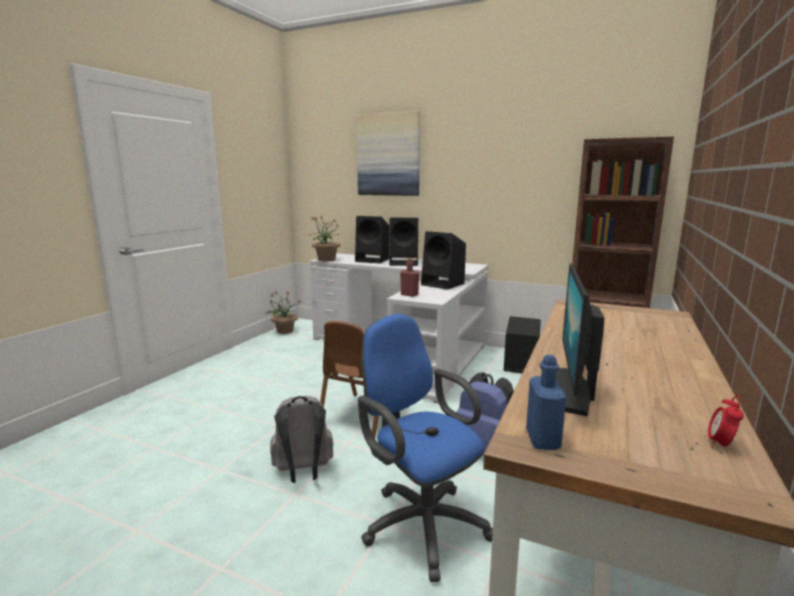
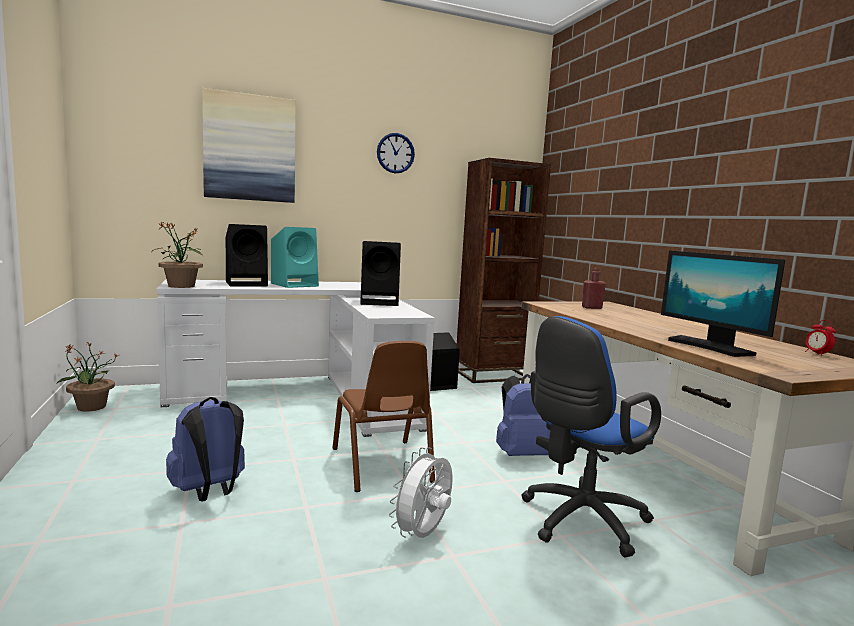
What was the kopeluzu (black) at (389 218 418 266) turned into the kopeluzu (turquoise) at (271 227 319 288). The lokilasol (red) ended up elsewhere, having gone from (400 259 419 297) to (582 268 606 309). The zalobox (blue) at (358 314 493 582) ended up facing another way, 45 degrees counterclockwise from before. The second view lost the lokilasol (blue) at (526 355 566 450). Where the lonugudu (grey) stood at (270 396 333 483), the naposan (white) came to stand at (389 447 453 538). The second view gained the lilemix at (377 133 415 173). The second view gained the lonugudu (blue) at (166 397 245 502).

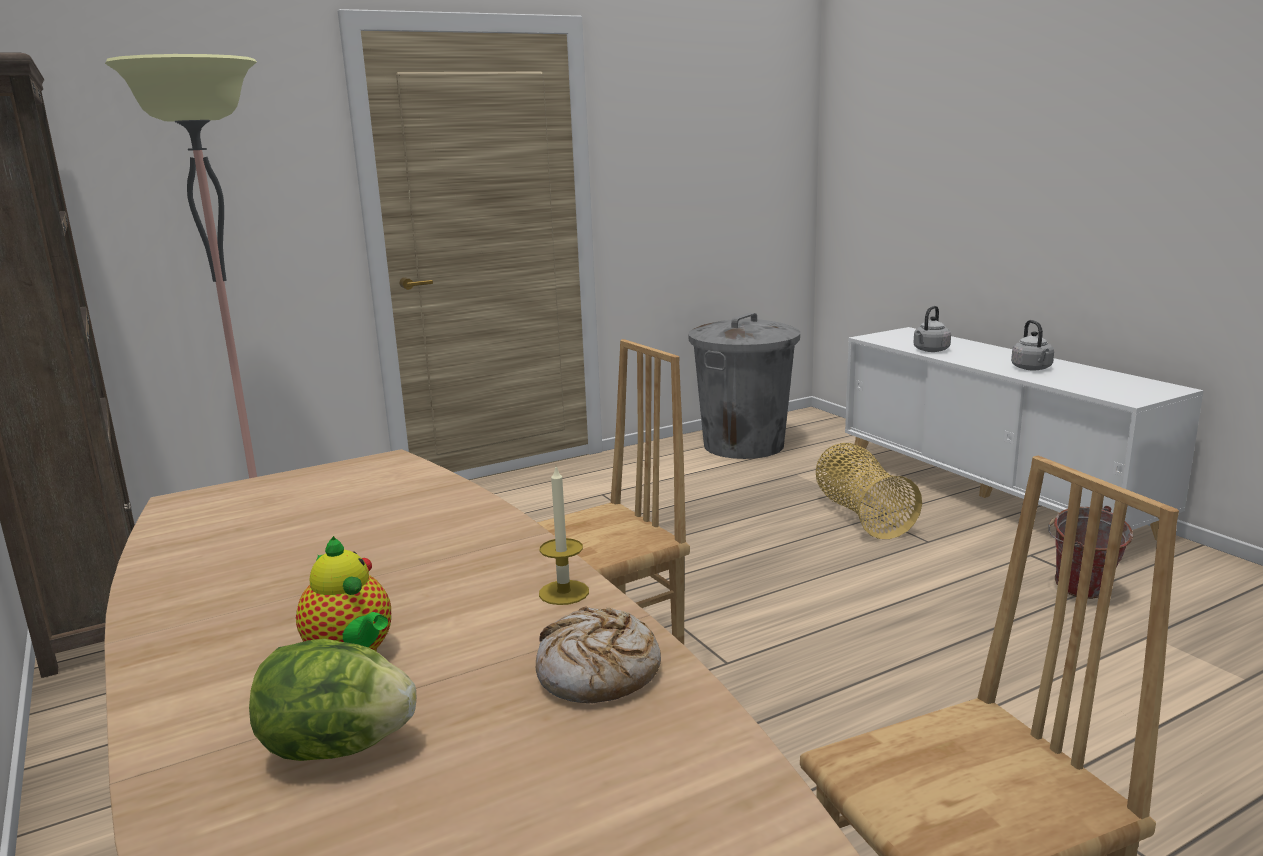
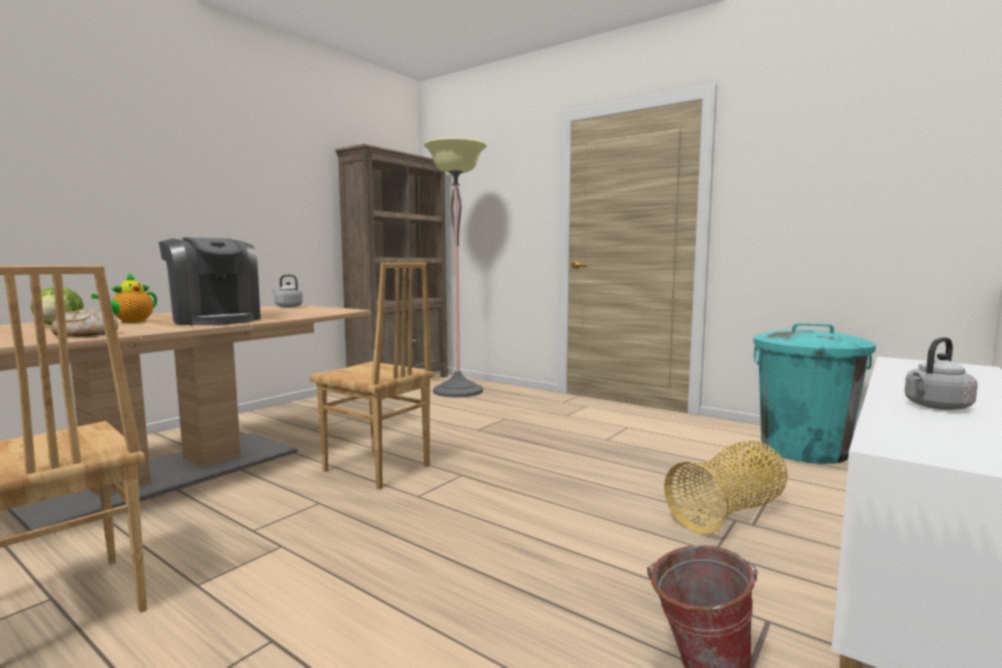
The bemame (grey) ended up elsewhere, having gone from (913 306 951 352) to (272 274 303 308). What was the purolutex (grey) at (688 313 800 459) turned into the purolutex (turquoise) at (753 323 876 464). The second view lost the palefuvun at (539 467 589 605). The second view gained the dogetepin at (159 237 261 325).

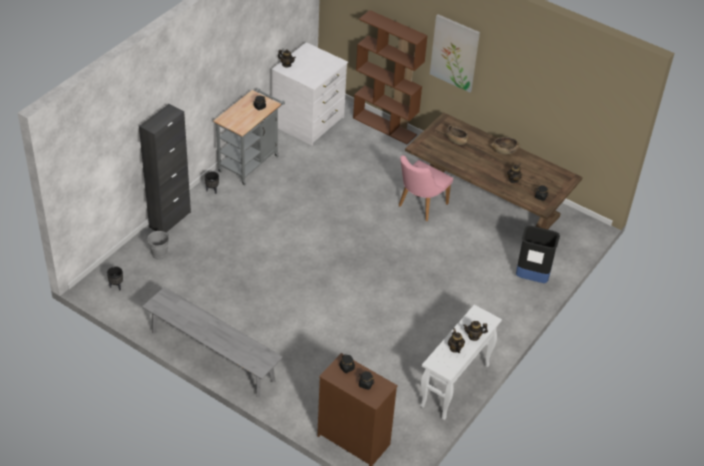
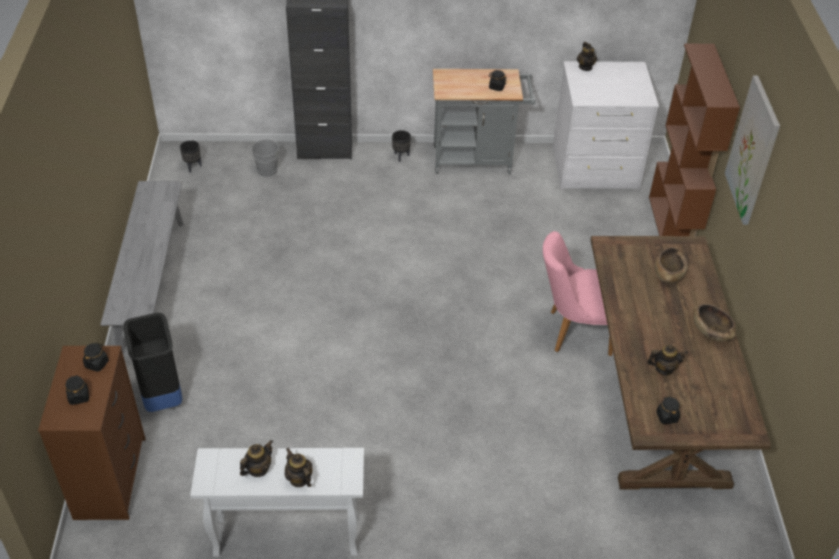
The purolutex (black) ended up elsewhere, having gone from (516 226 560 283) to (123 313 182 412).

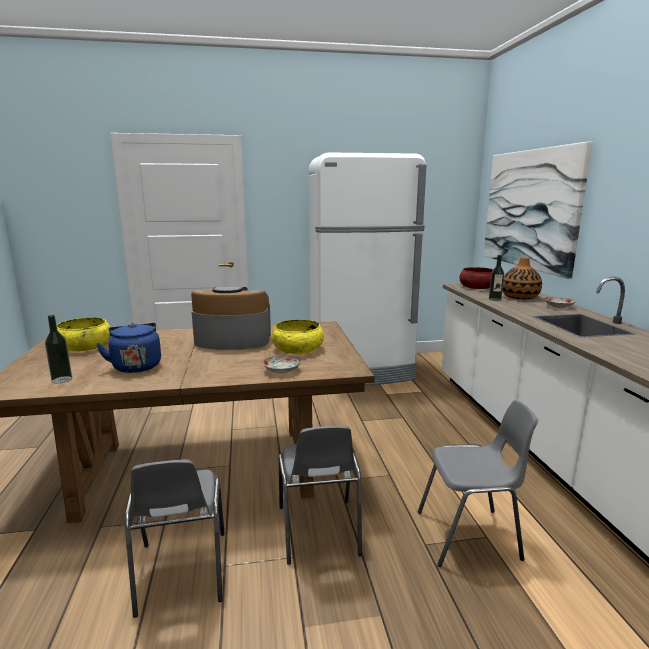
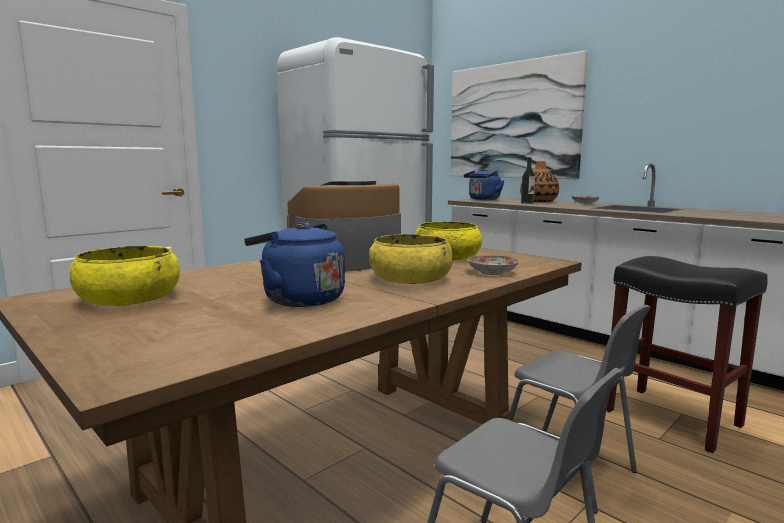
Where the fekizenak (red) stood at (459 267 493 289), the bemame (blue) came to stand at (464 169 504 200). The second view lost the lokilasol at (45 315 72 383). Where the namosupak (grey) stood at (418 400 538 567), the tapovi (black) came to stand at (606 256 768 453). The second view gained the fekizenak (yellow) at (369 234 453 284).

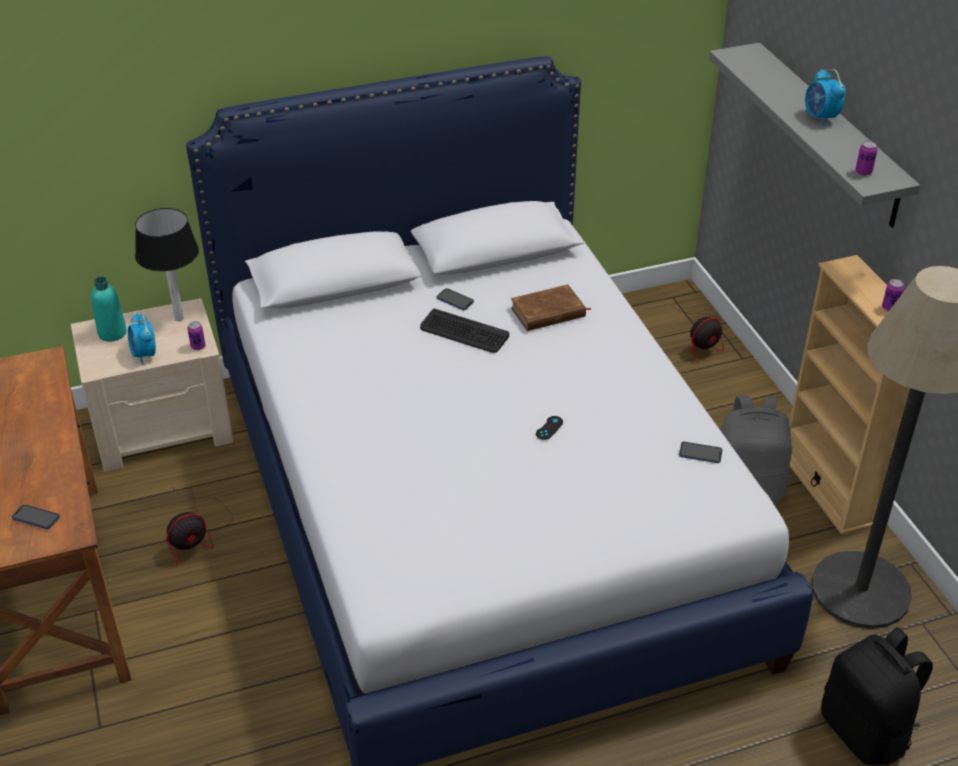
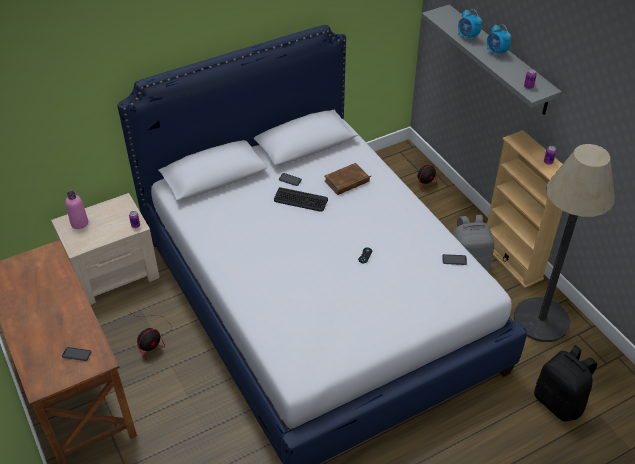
The second view lost the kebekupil at (135 208 199 321). What was the lokilasol (turquoise) at (91 277 127 342) turned into the lokilasol (pink) at (66 191 88 229). The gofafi ended up elsewhere, having gone from (128 312 156 365) to (458 9 482 42).

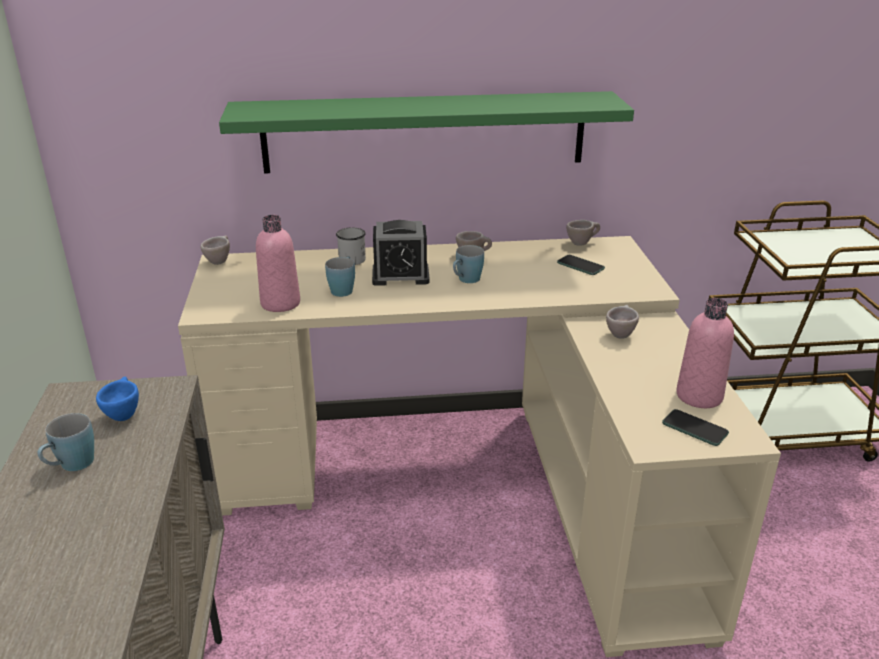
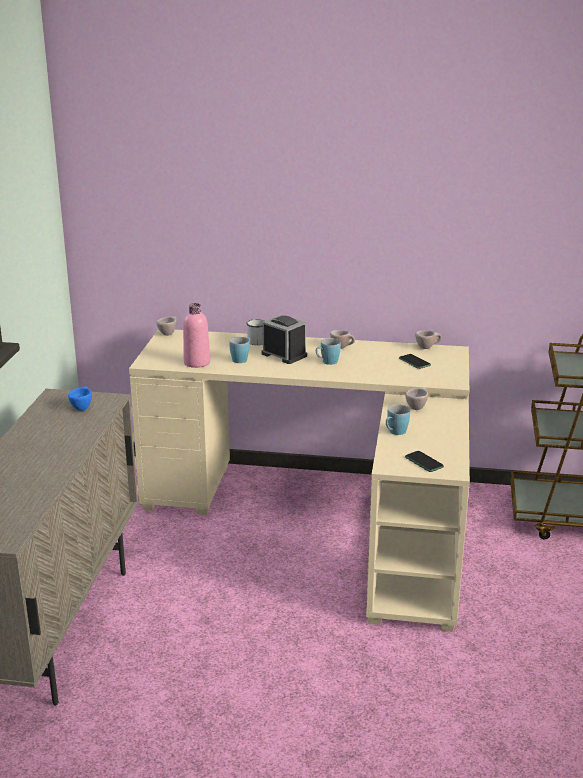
The second view lost the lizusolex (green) at (219 91 634 174). The gofafi at (372 220 430 286) ended up facing another way, 150 degrees counterclockwise from before. The second view lost the lokilasol (pink) at (676 298 734 408). The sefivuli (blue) ended up elsewhere, having gone from (37 413 94 471) to (386 405 410 435).

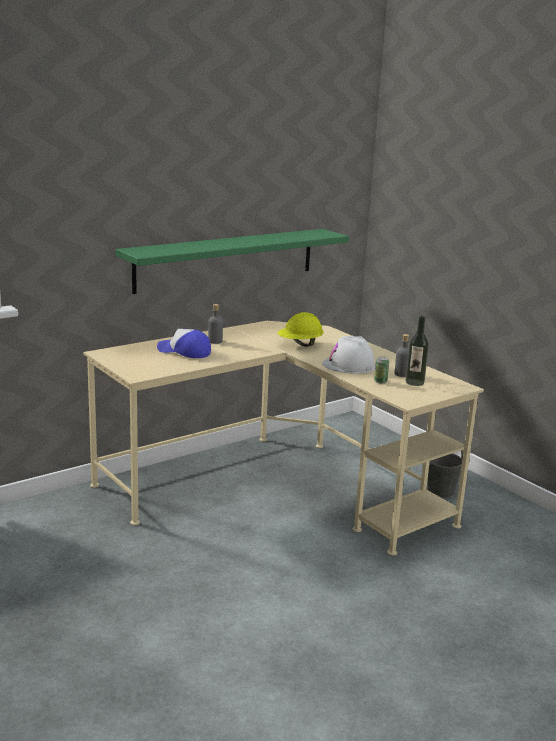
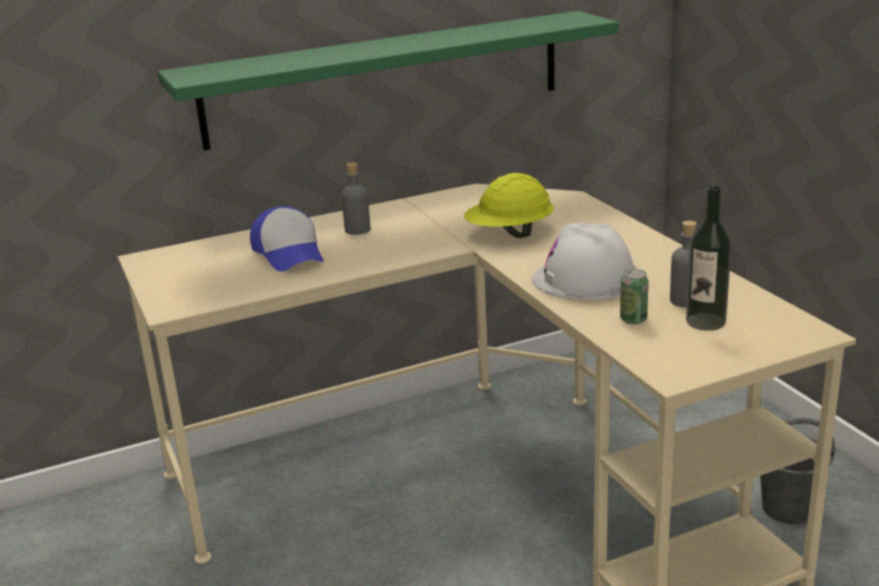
The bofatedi at (157 329 211 358) ended up facing another way, 150 degrees counterclockwise from before.

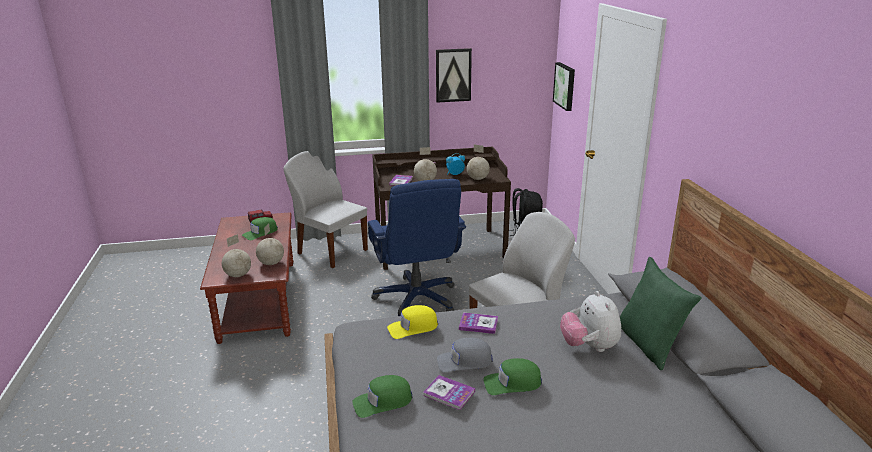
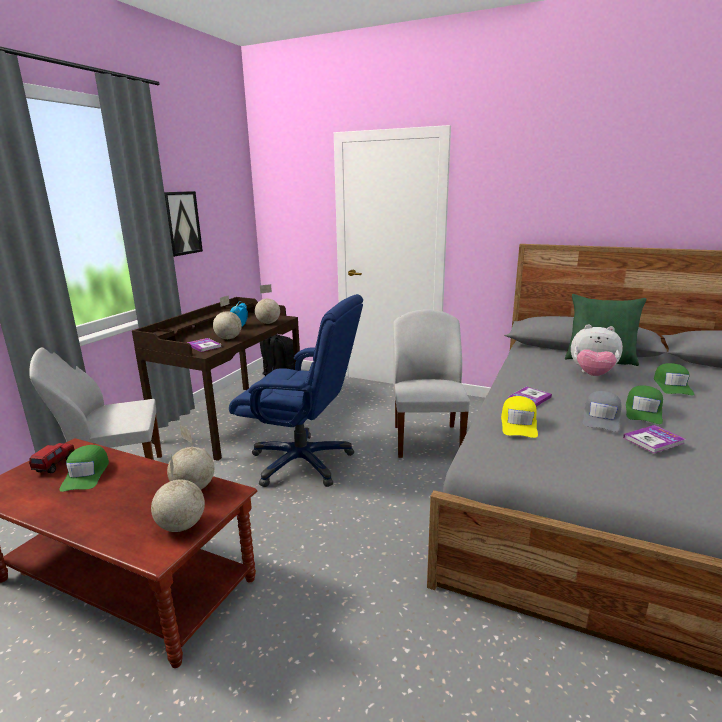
The second view lost the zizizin at (553 62 575 111). The bofatedi (green) ended up elsewhere, having gone from (352 375 412 418) to (654 363 695 395).

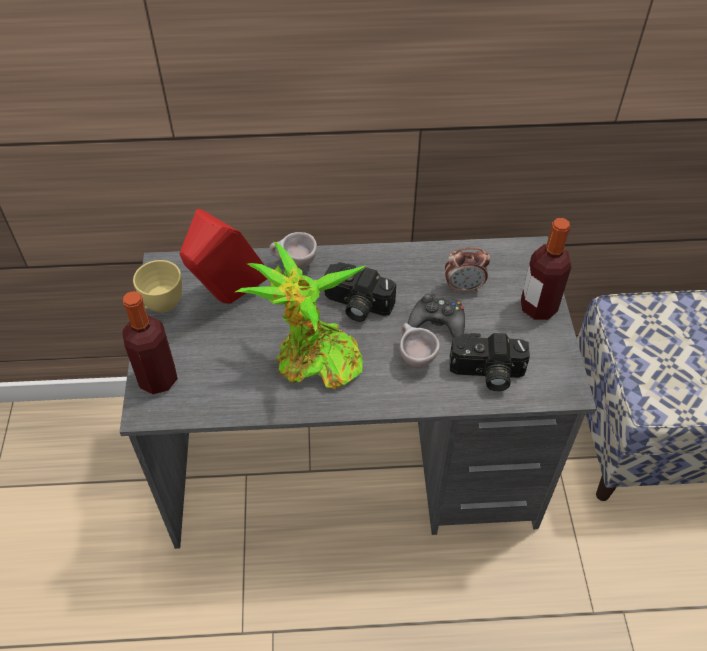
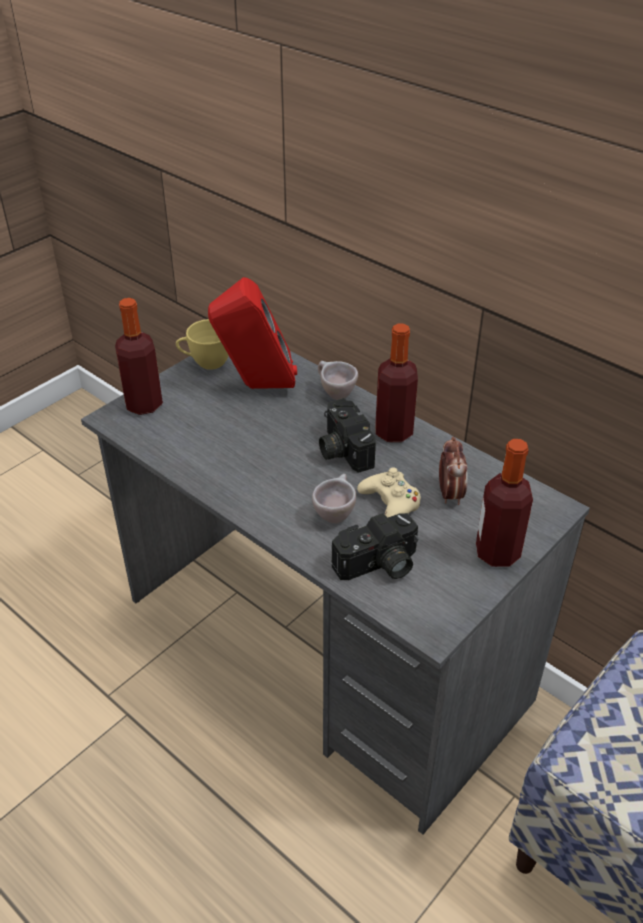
The second view lost the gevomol at (235 242 367 389). The gofafi at (445 247 491 292) ended up facing another way, 135 degrees counterclockwise from before. What was the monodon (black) at (408 294 465 338) turned into the monodon (beige) at (357 467 421 518). The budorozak at (449 333 530 391) ended up facing another way, 75 degrees counterclockwise from before. The second view gained the lokilasol at (375 324 418 442).

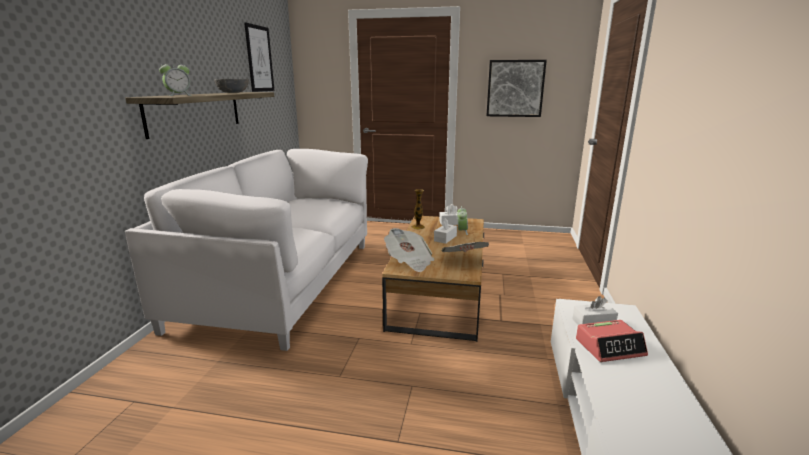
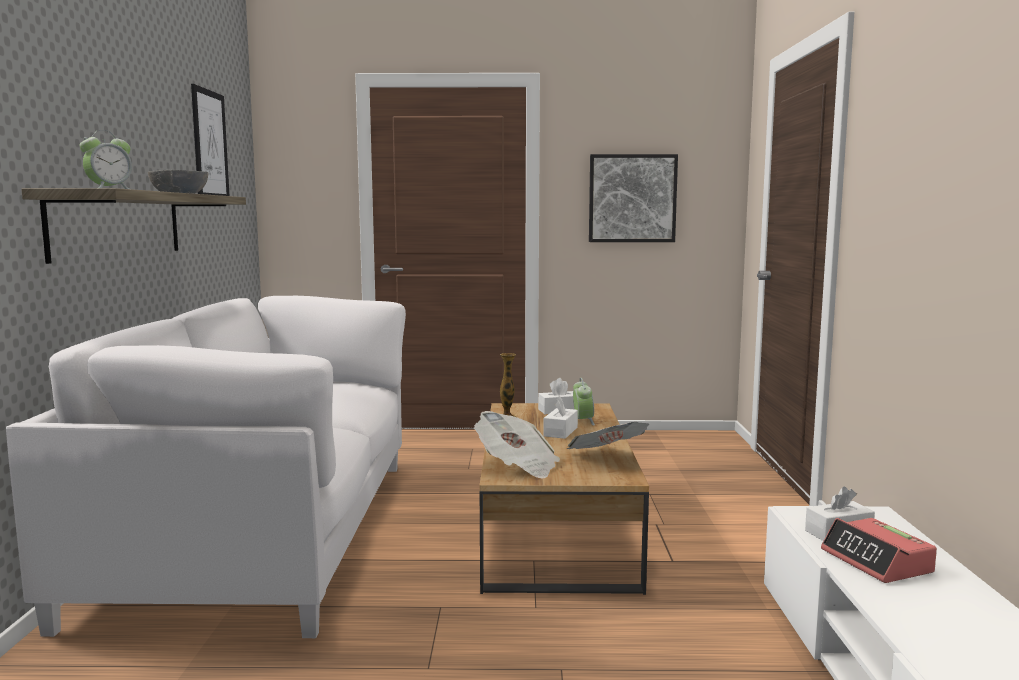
The gofafi at (576 320 648 362) ended up facing another way, 90 degrees clockwise from before.

